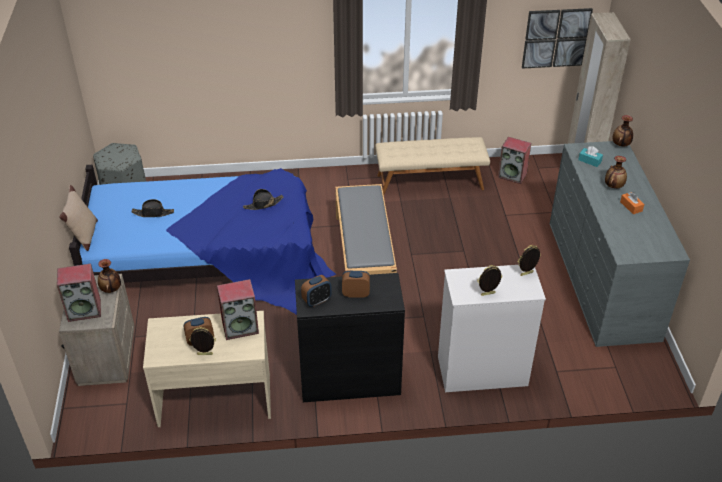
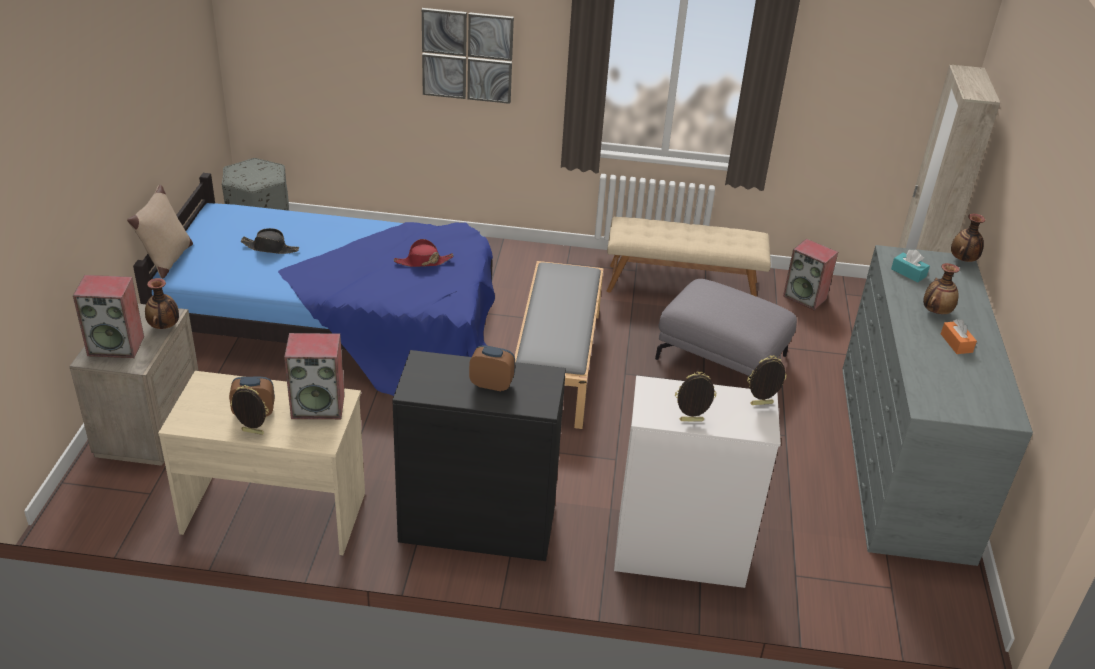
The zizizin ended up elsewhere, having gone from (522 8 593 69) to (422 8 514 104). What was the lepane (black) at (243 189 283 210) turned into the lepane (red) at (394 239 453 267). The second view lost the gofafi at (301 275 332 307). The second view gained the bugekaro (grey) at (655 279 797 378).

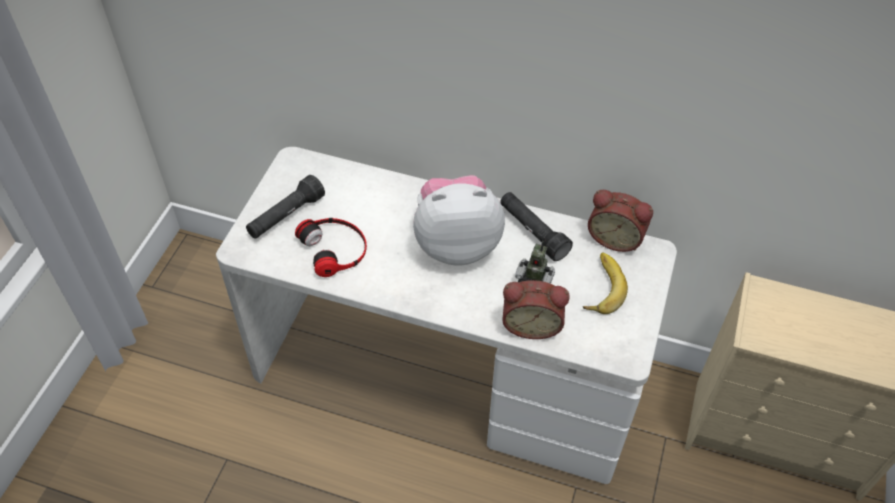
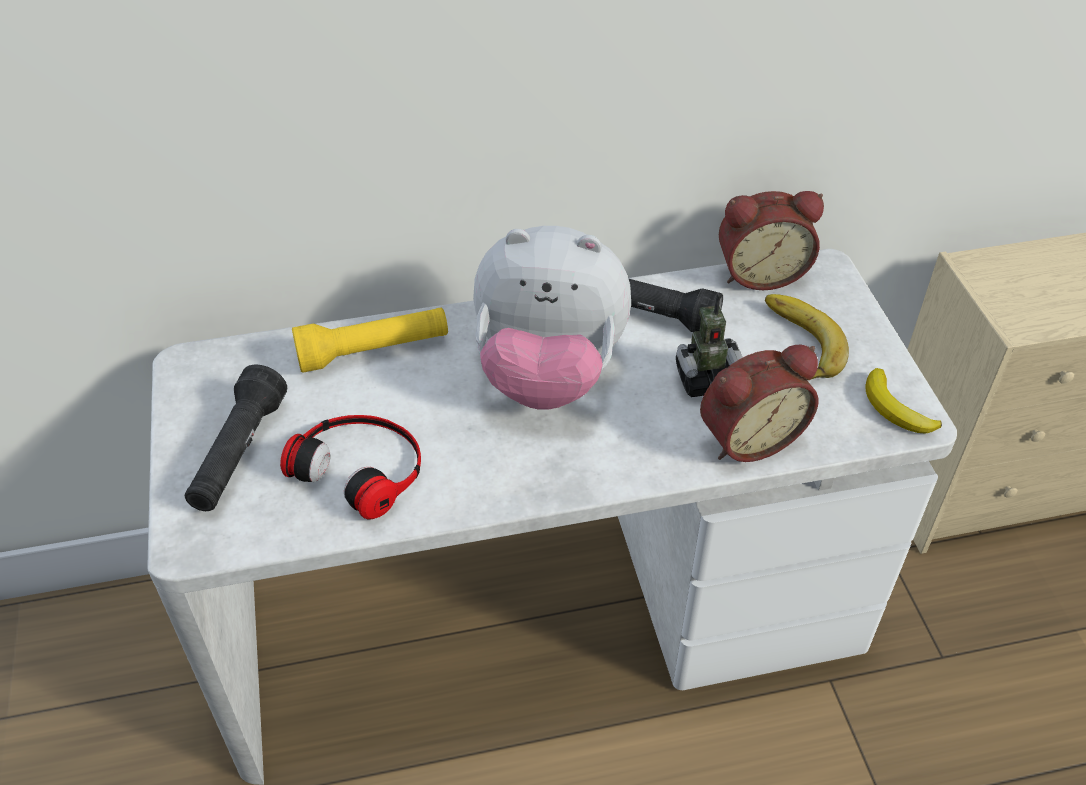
The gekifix at (413 175 505 265) ended up facing another way, 135 degrees counterclockwise from before. The second view gained the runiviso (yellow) at (292 308 448 373). The second view gained the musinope at (865 368 942 434).

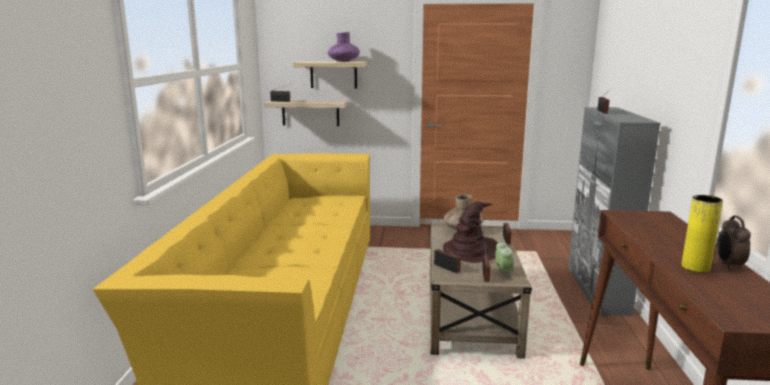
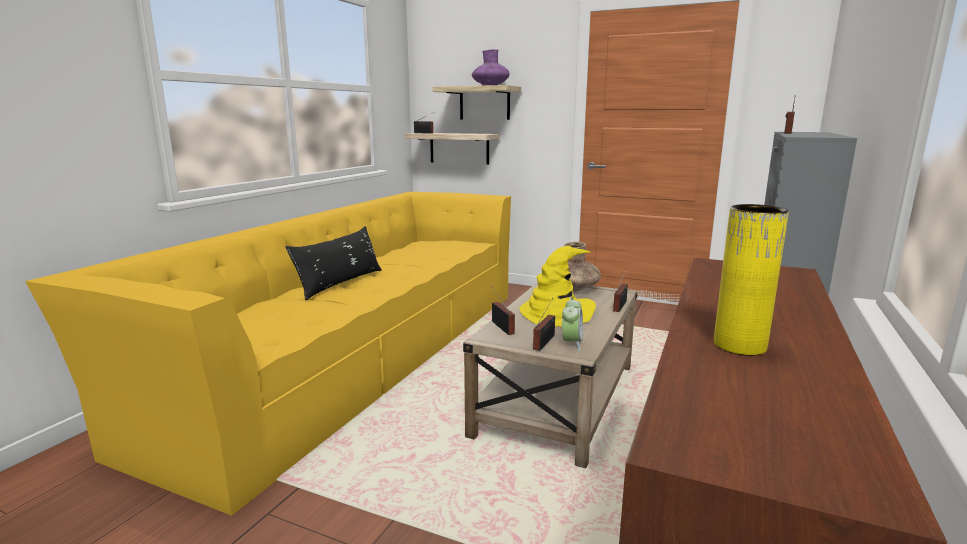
What was the lepane (brown) at (443 201 498 263) turned into the lepane (yellow) at (520 246 596 327). The second view lost the gofafi at (716 215 751 270). The second view gained the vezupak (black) at (286 226 381 300).

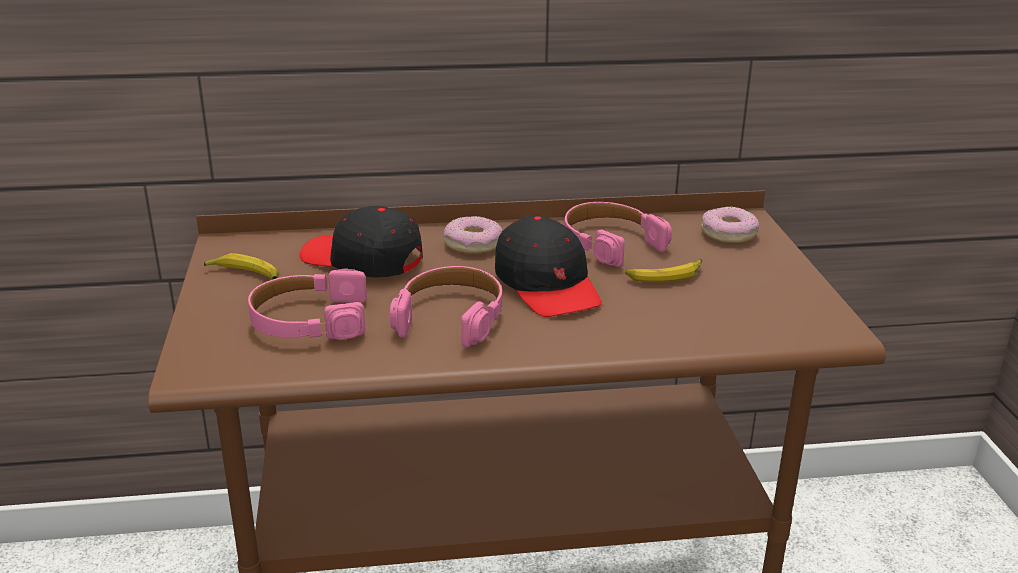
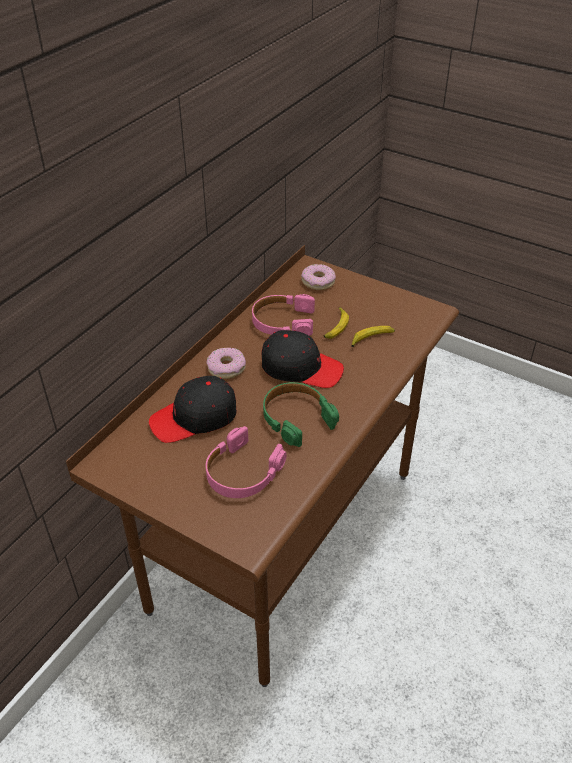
The musinope ended up elsewhere, having gone from (204 253 279 280) to (351 326 395 347). What was the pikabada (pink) at (390 266 502 347) turned into the pikabada (green) at (263 382 339 447).

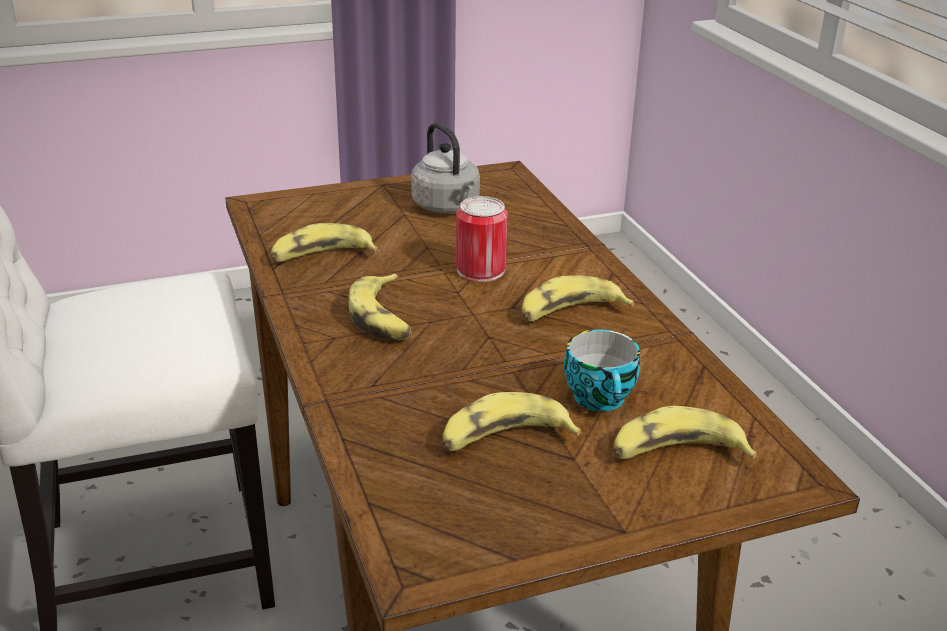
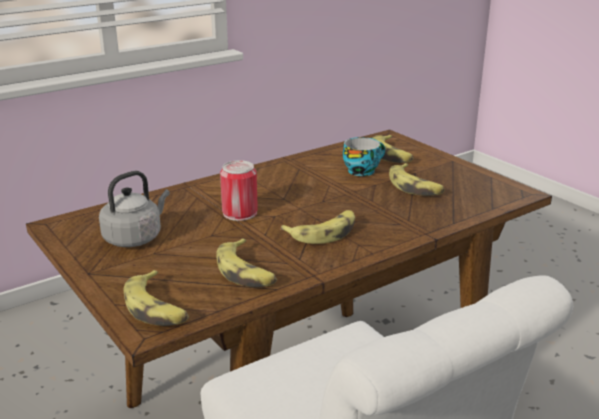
The musinope ended up elsewhere, having gone from (522 276 634 322) to (124 270 189 326).

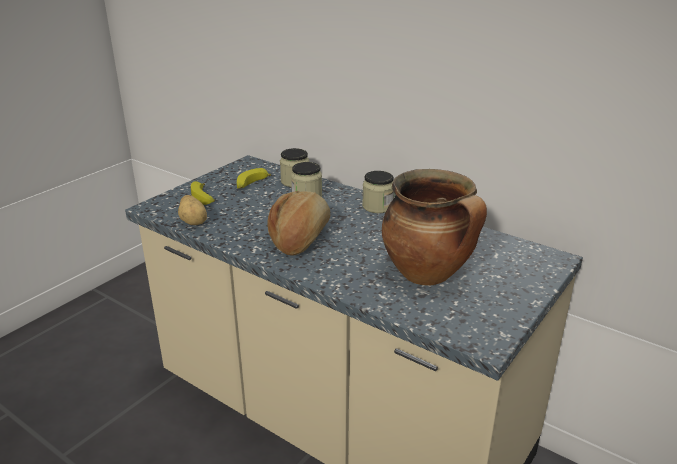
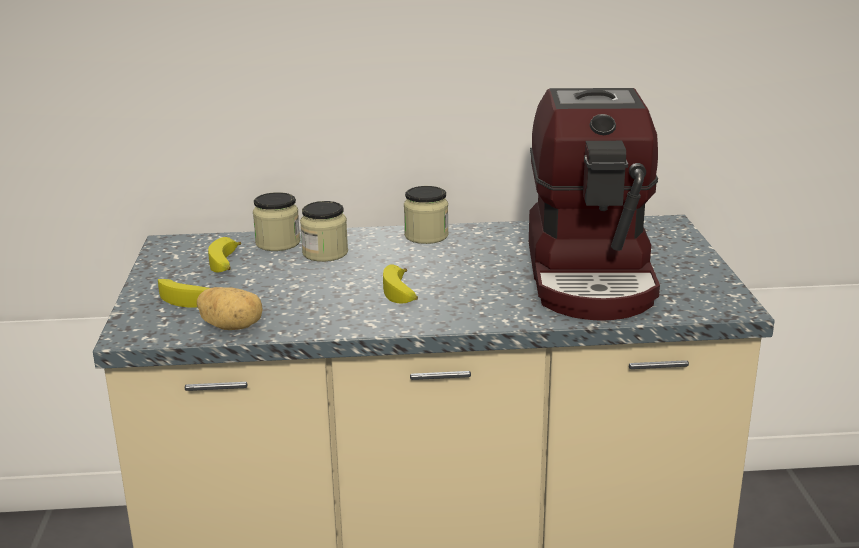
Where the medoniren stood at (382 169 487 286), the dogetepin came to stand at (529 88 660 321). Where the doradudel stood at (268 191 330 255), the musinope came to stand at (383 264 418 303).

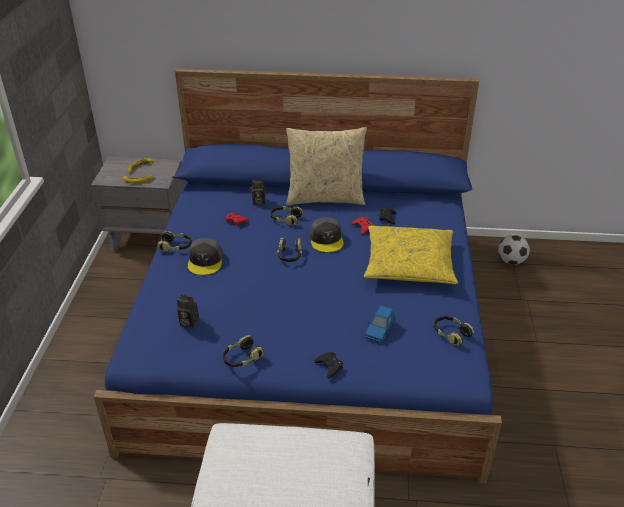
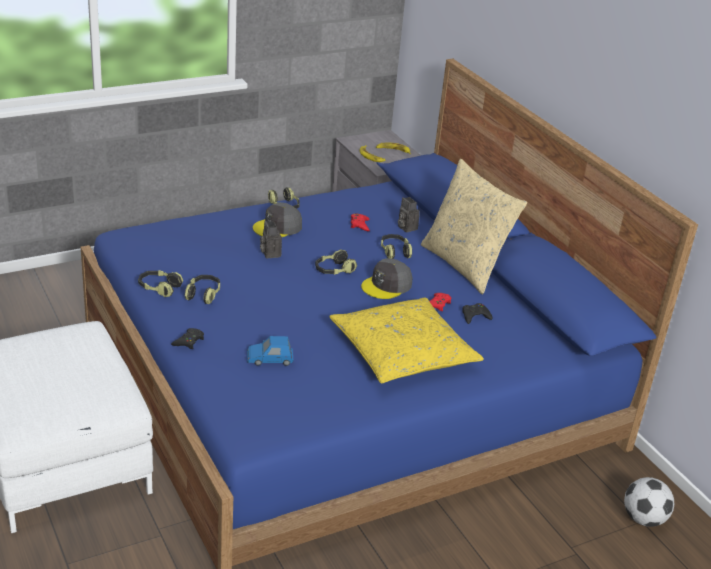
The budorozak ended up elsewhere, having gone from (177 295 199 328) to (260 220 282 258). The pikabada ended up elsewhere, having gone from (433 316 474 346) to (185 275 220 304).

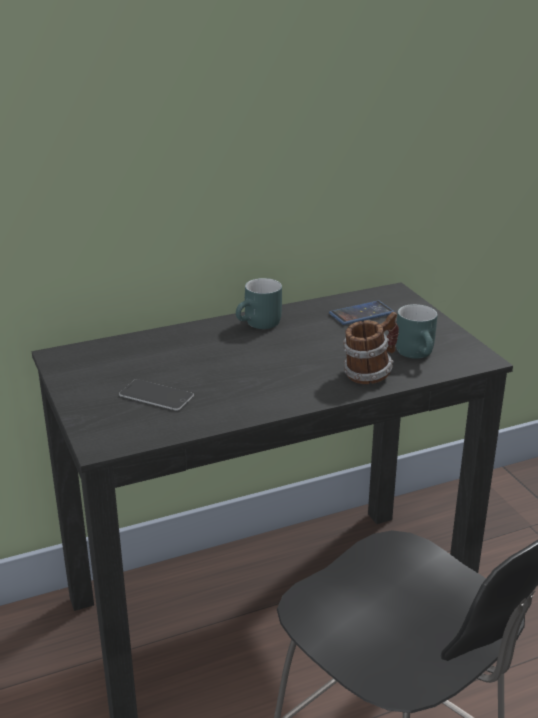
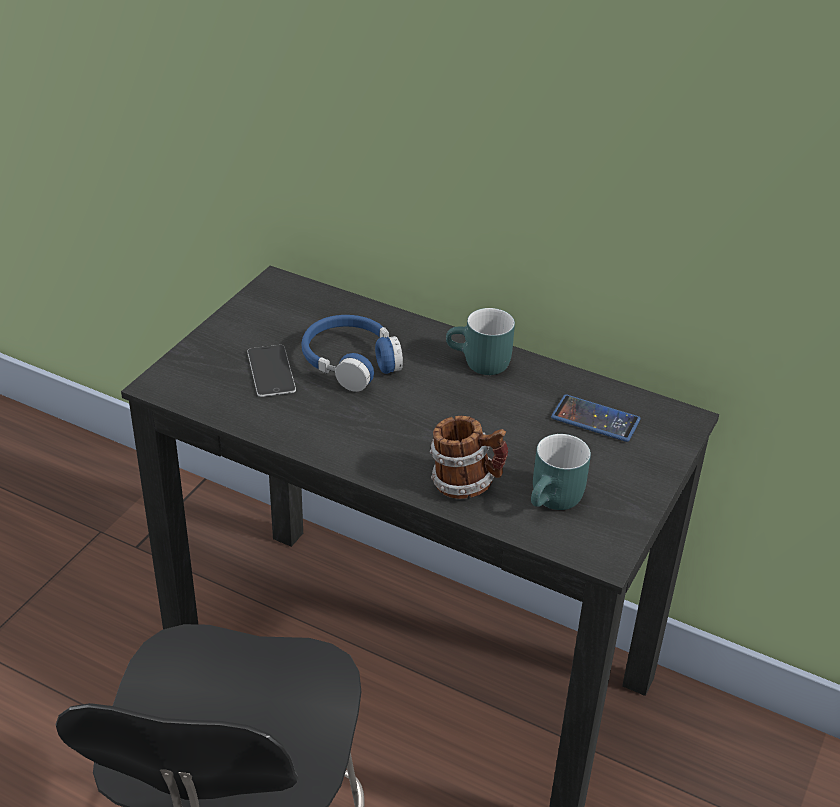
The second view gained the pikabada (blue) at (302 315 403 392).

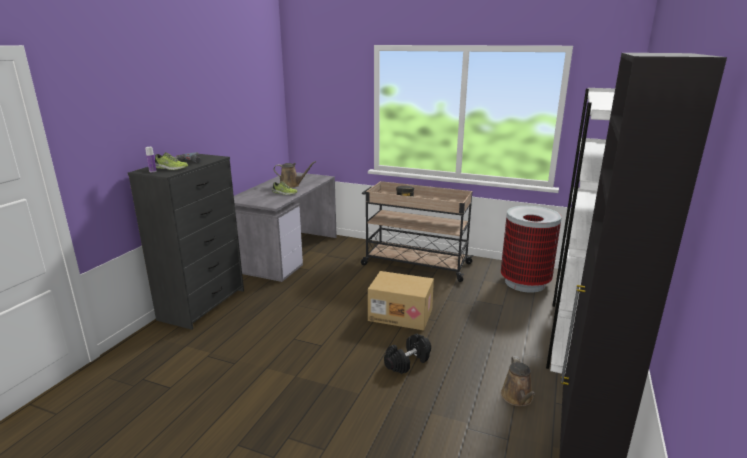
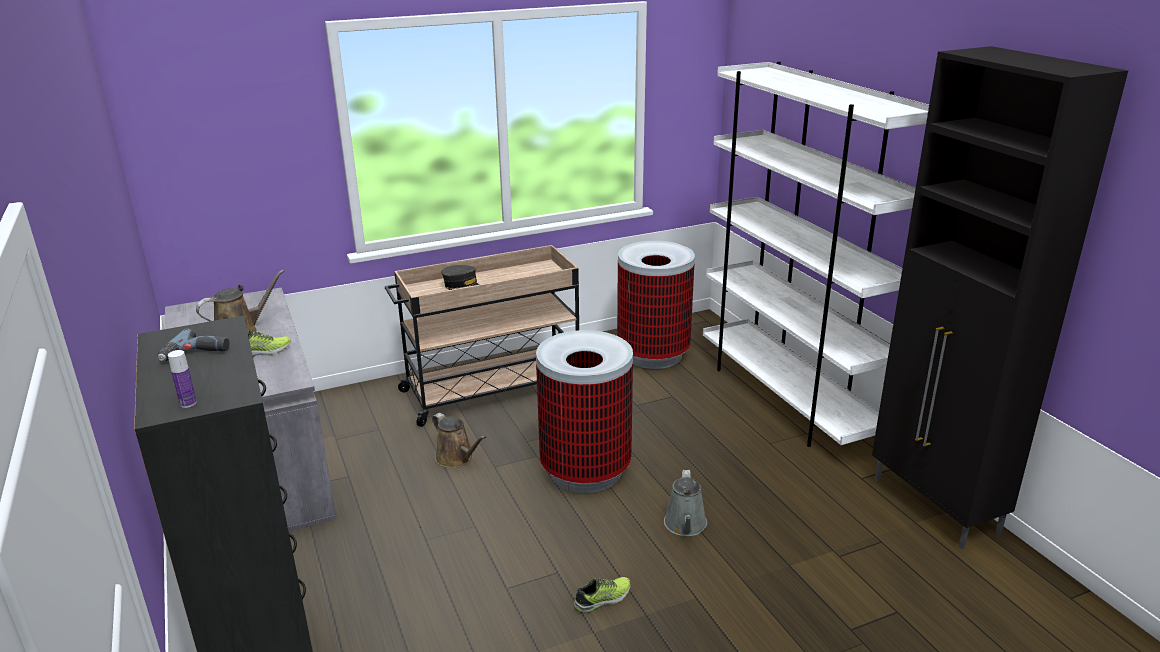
The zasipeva ended up elsewhere, having gone from (155 152 188 170) to (574 577 631 613). Where the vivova stood at (368 271 434 330), the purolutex came to stand at (536 330 633 493). Where the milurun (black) stood at (384 334 431 374), the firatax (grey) came to stand at (664 470 707 536). The firatax (brown) ended up elsewhere, having gone from (501 356 535 406) to (432 413 486 468).

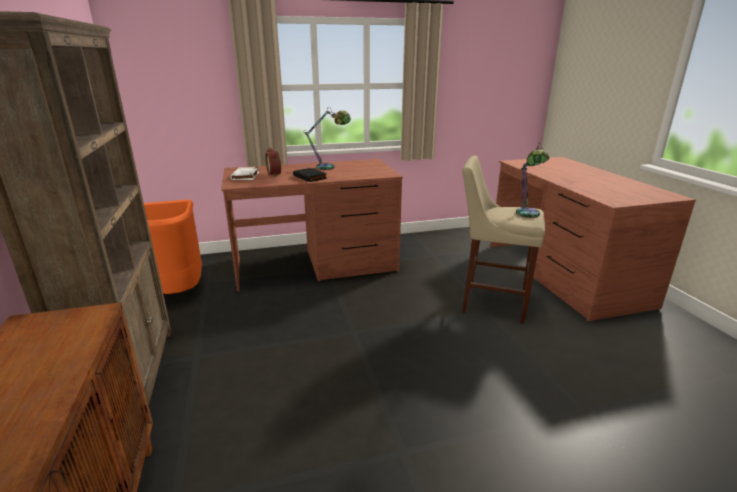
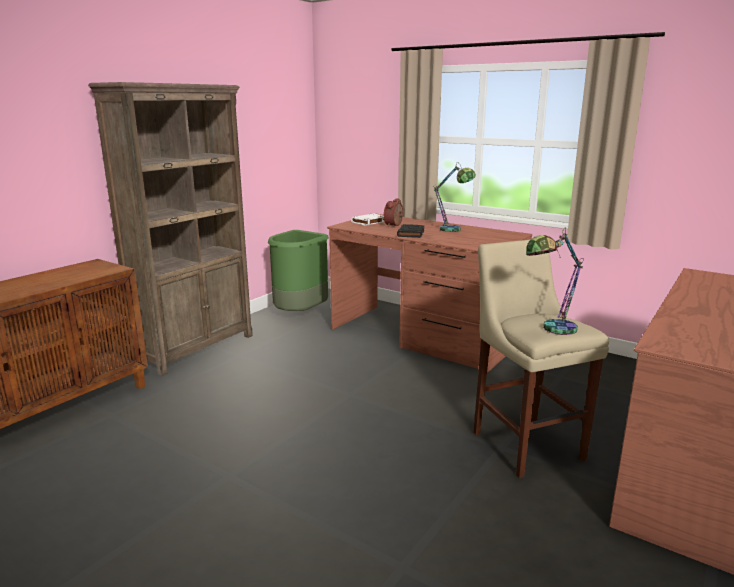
What was the purolutex (orange) at (144 200 202 294) turned into the purolutex (green) at (268 230 329 311).

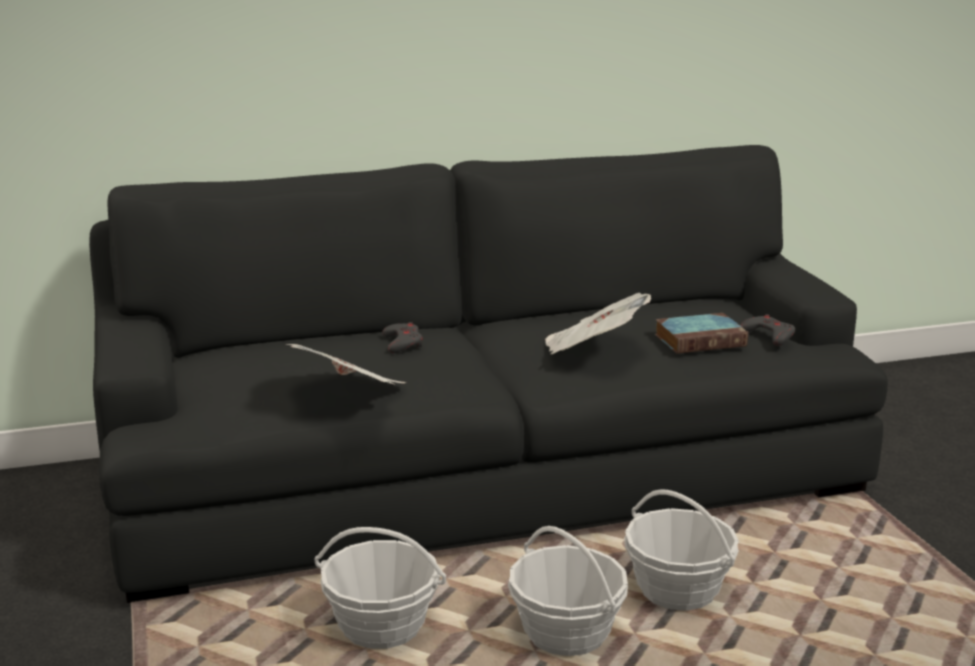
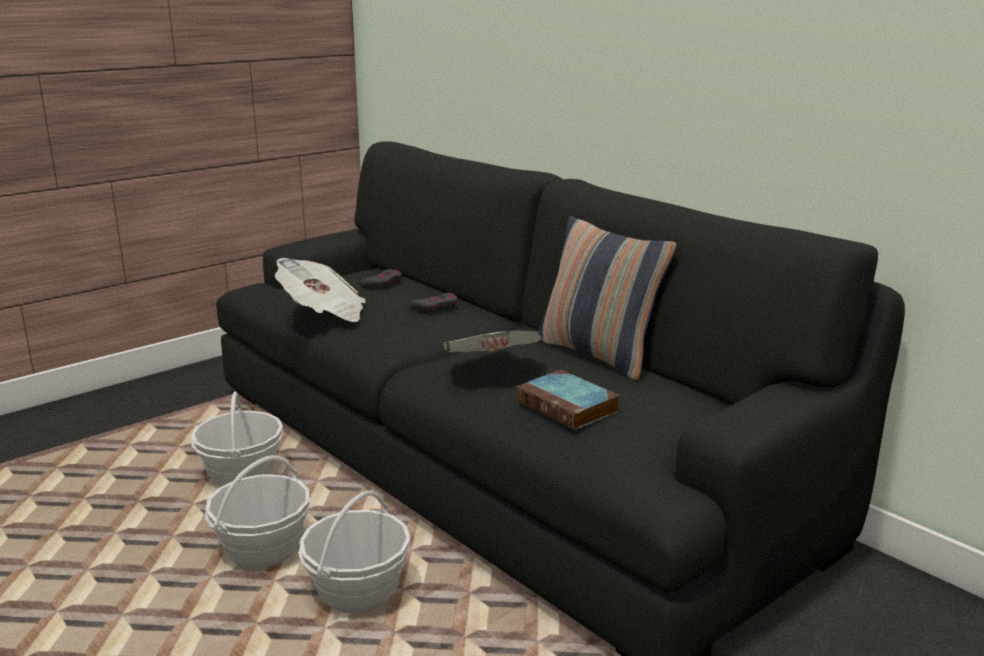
The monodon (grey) ended up elsewhere, having gone from (740 314 795 346) to (360 269 402 289). The second view gained the vezupak at (538 216 677 381).

